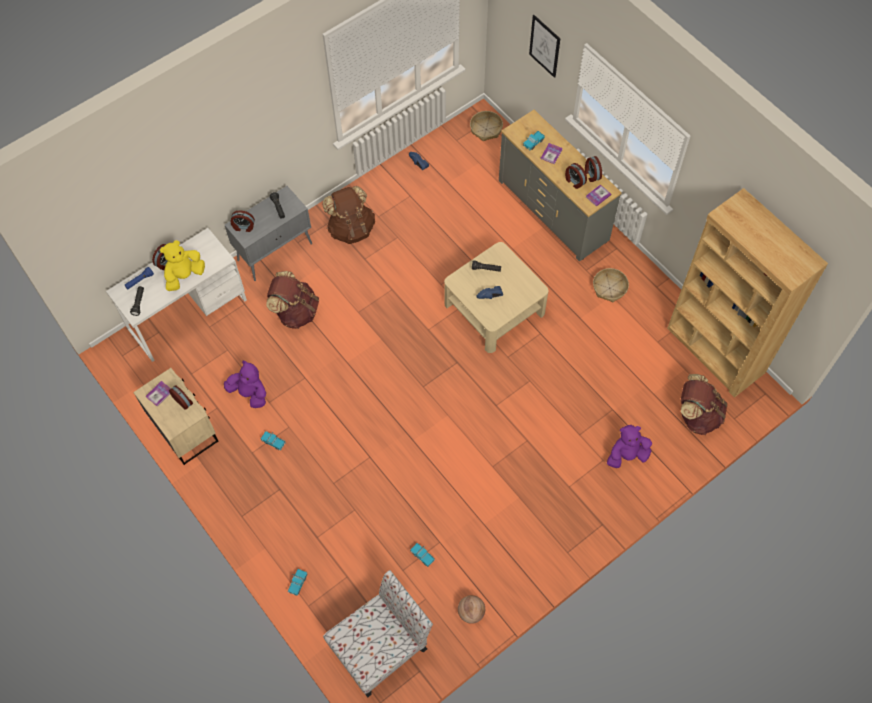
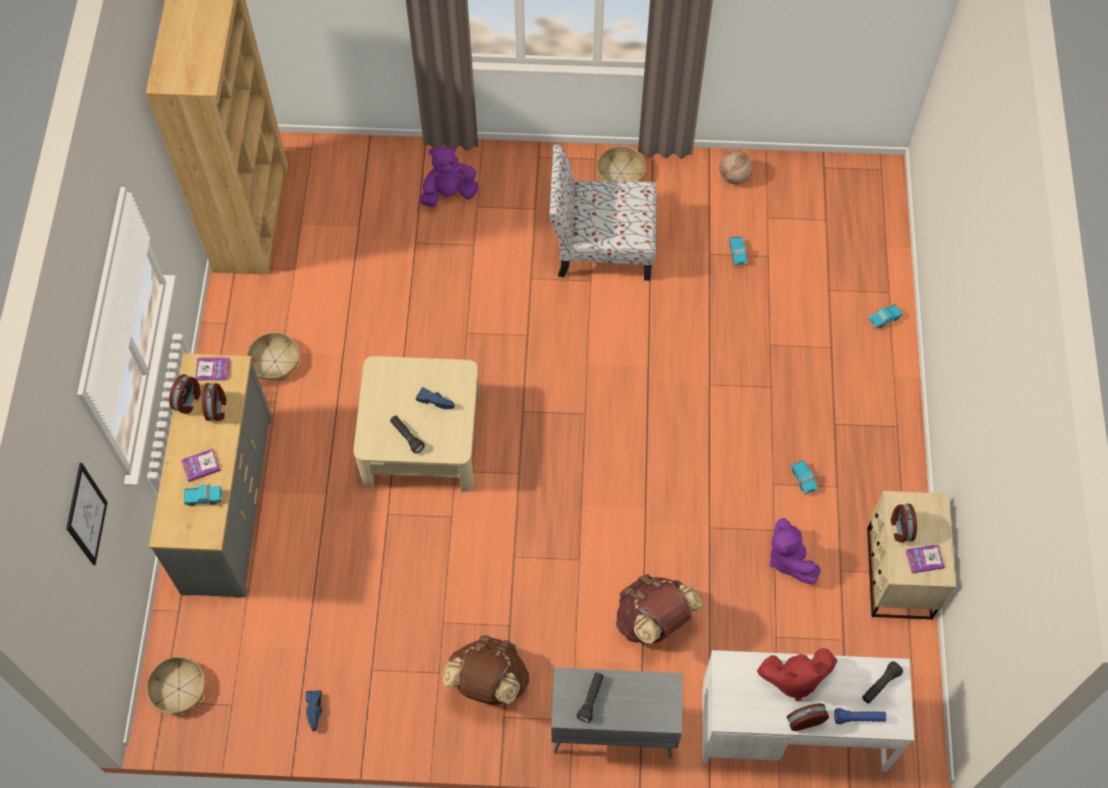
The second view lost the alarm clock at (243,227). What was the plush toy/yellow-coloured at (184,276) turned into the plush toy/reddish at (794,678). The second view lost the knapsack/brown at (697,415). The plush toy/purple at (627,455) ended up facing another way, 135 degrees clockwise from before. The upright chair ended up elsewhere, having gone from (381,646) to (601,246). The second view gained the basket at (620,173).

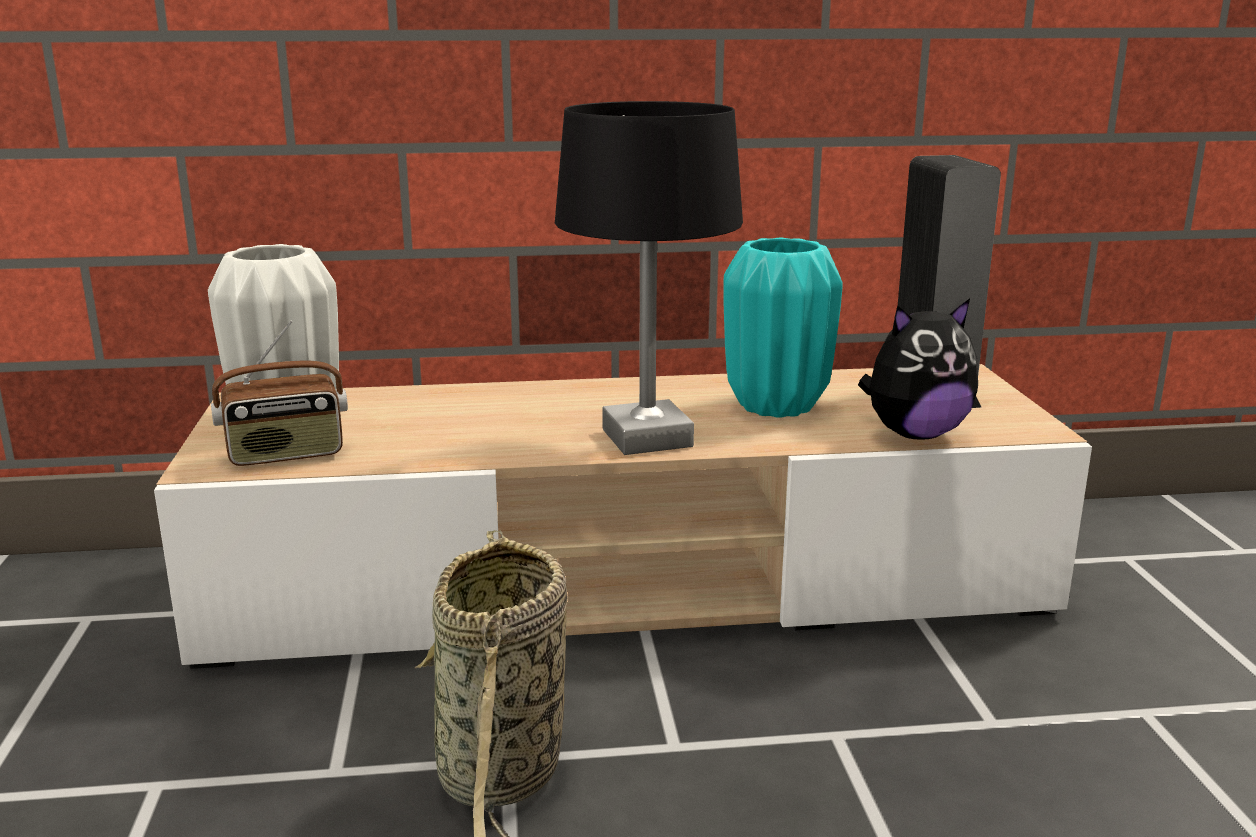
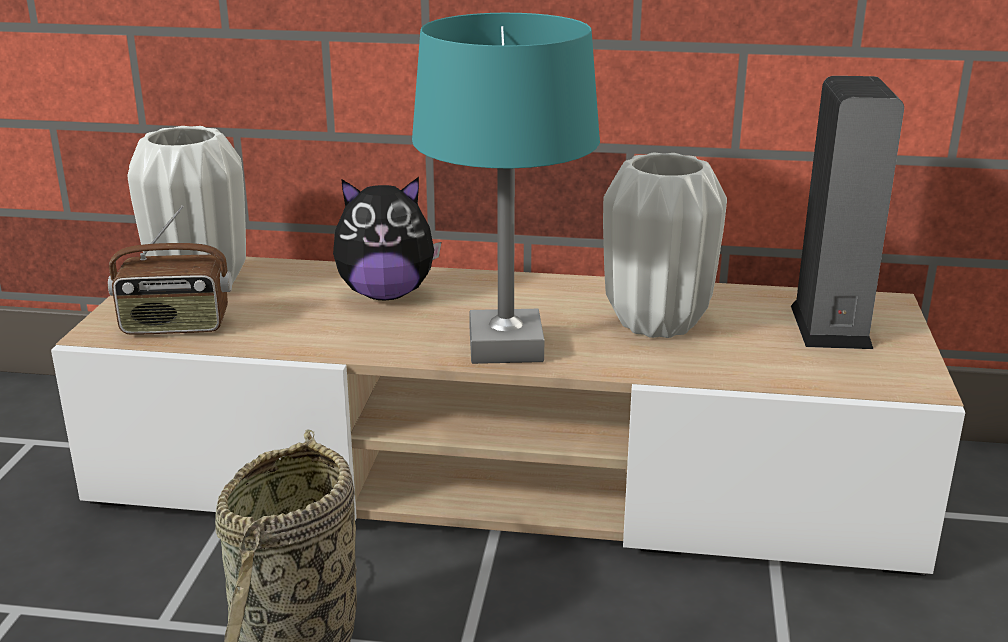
What was the tabletop lamp/blackish at (646,438) turned into the tabletop lamp/turquoise-coloured at (504,347). What was the decorative vase/turquoise-coloured at (776,405) turned into the decorative vase/white-coloured at (657,322). The plush toy ended up elsewhere, having gone from (915,434) to (386,294).

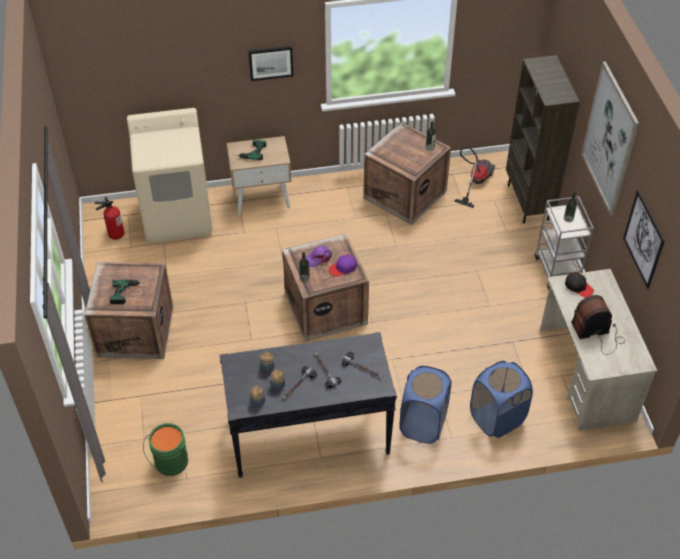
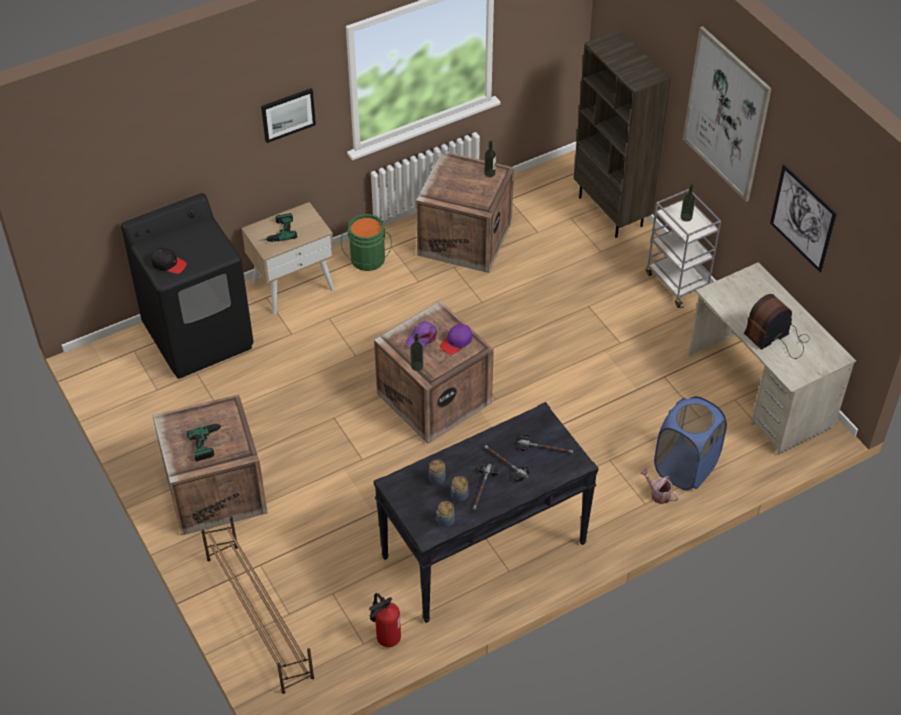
What was the laundry appliance/beige at (178,216) turned into the laundry appliance/blackish at (199,336). The second view lost the vacuum cleaner at (475,182). The fire extinguisher ended up elsewhere, having gone from (115,234) to (385,637). The baseball cap/blackish ended up elsewhere, having gone from (578,287) to (168,264). The second view lost the washing basket/blue at (423,424). The pail/greenish ended up elsewhere, having gone from (170,463) to (367,260). The second view gained the sprinkling can at (658,494). The second view gained the shoe rack/brown at (259,616).

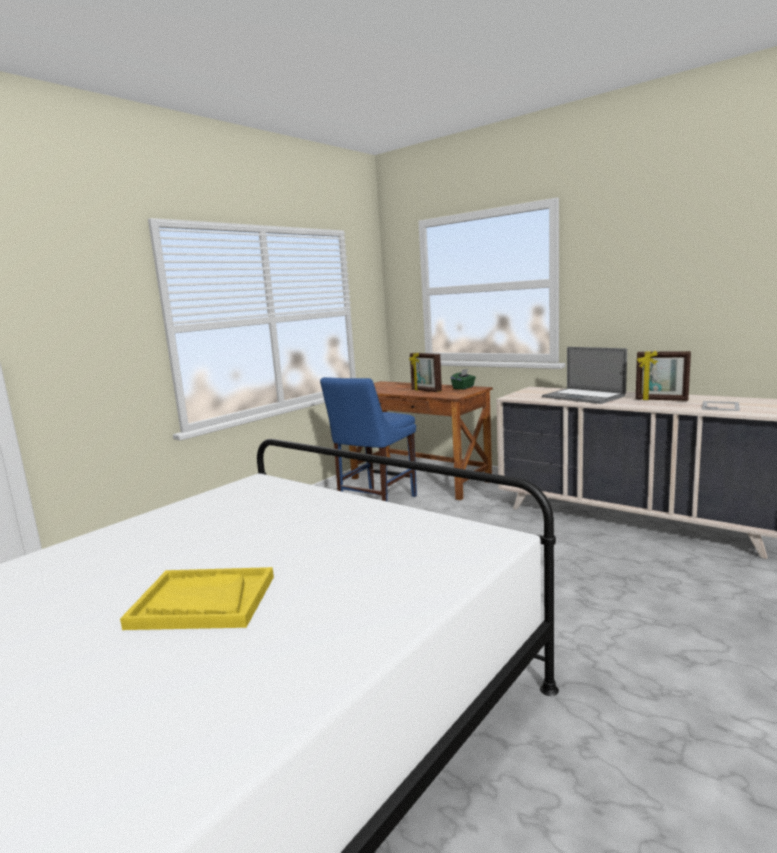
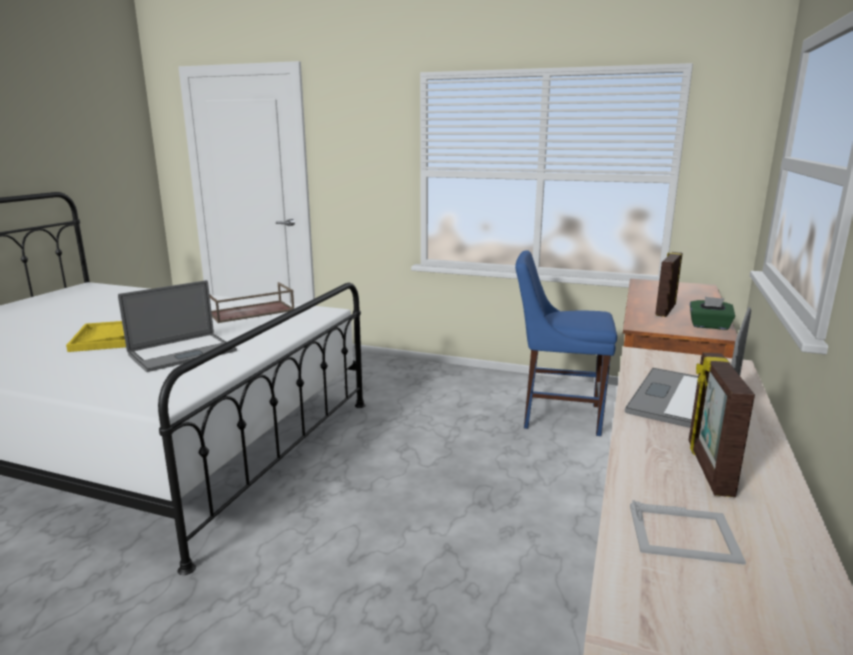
The second view gained the laptop at (182,353). The second view gained the serving tray/brown at (250,312).

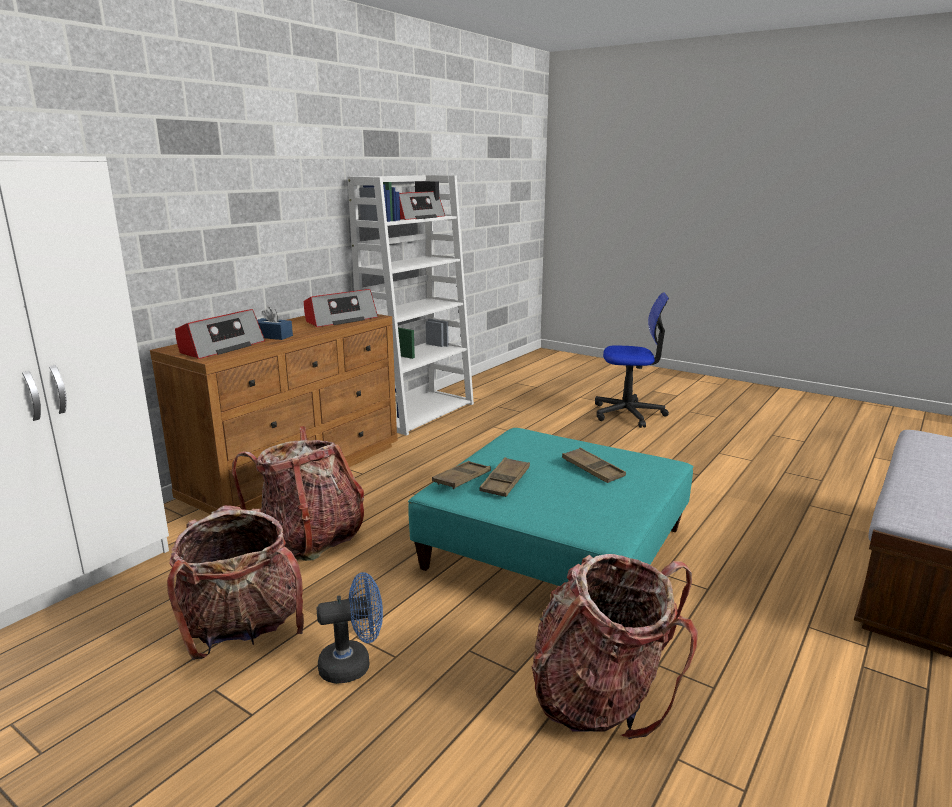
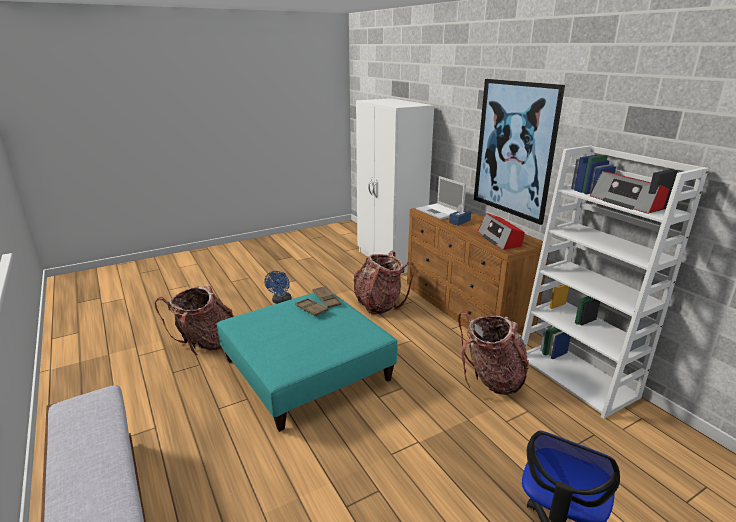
Where the radio receiver stood at (221,347), the laptop came to stand at (440,212). The second view lost the serving tray/brown at (593,470). The knapsack ended up elsewhere, having gone from (243,632) to (491,380). The second view gained the wall art at (514,149).

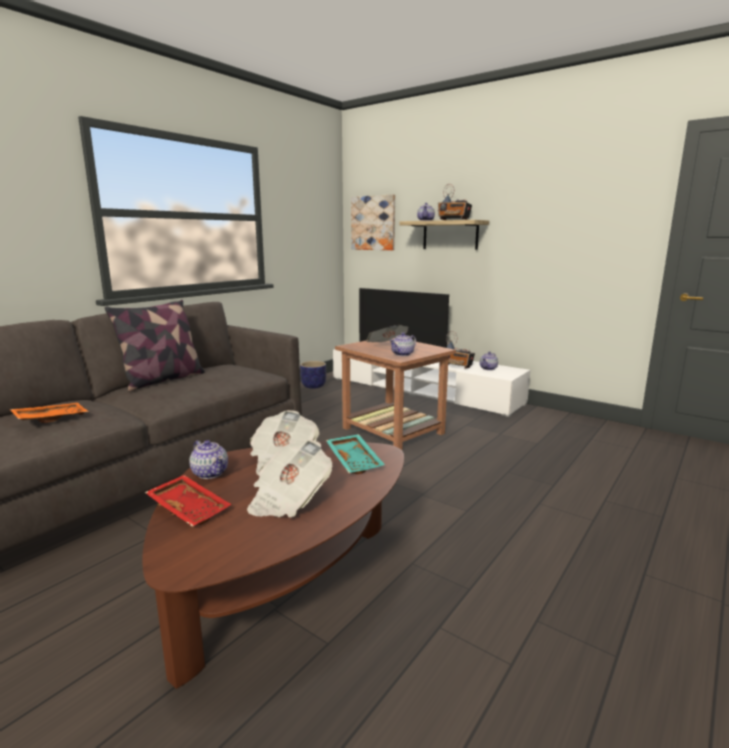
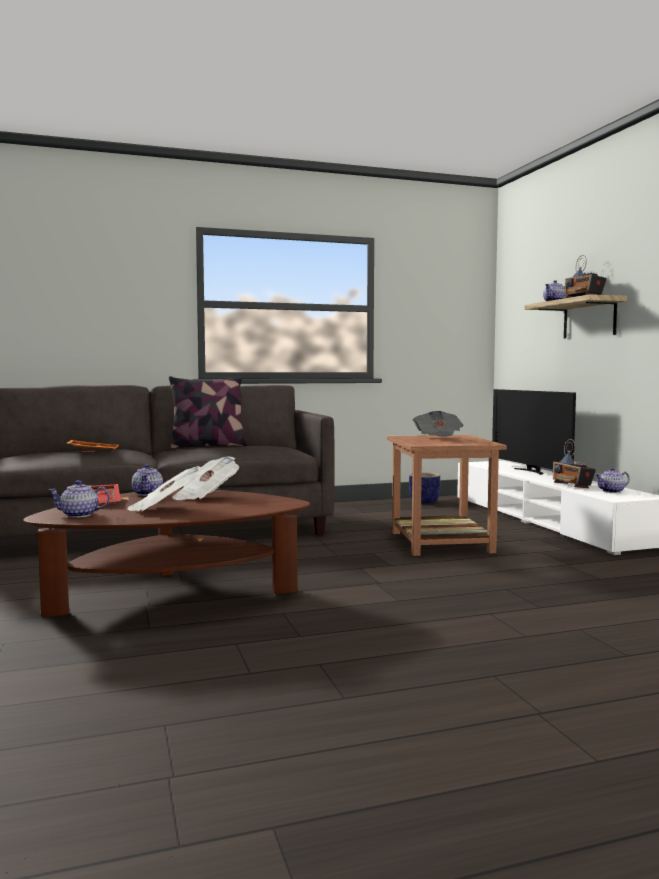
The second view lost the wall art at (373,223). The pot for tea ended up elsewhere, having gone from (403,354) to (80,515). The second view lost the serving tray/turquoise-coloured at (355,461).

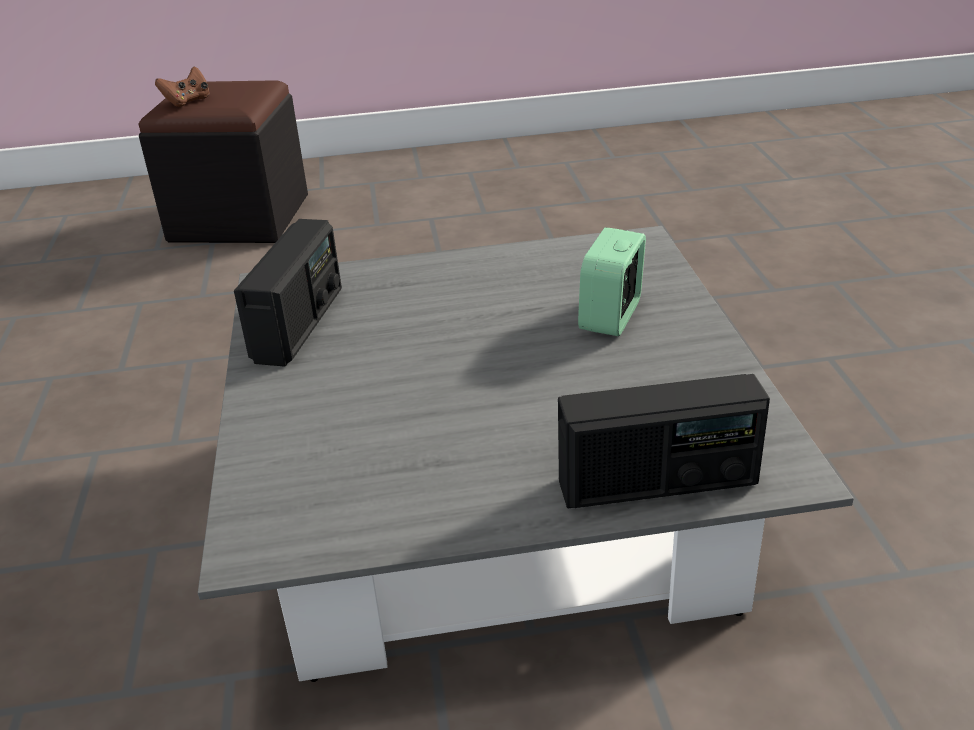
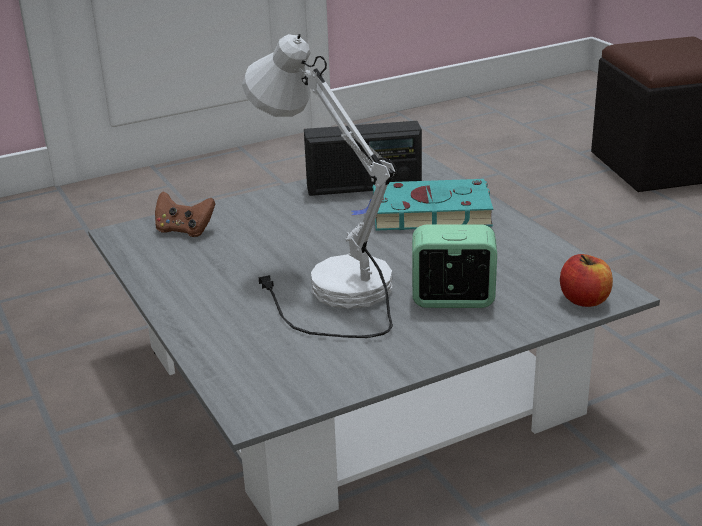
The gamepad/brown ended up elsewhere, having gone from (188,101) to (184,230). The second view lost the radio receiver at (658,483). The second view gained the tabletop lamp/white-coloured at (323,292). The second view gained the volume/turquoise-coloured at (426,213). The second view gained the apple at (584,300).

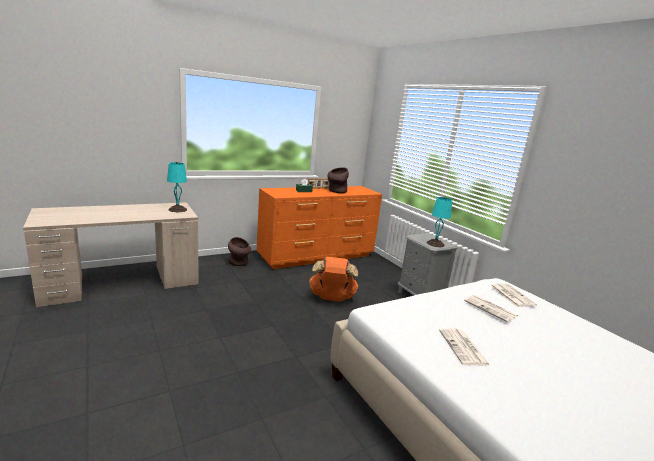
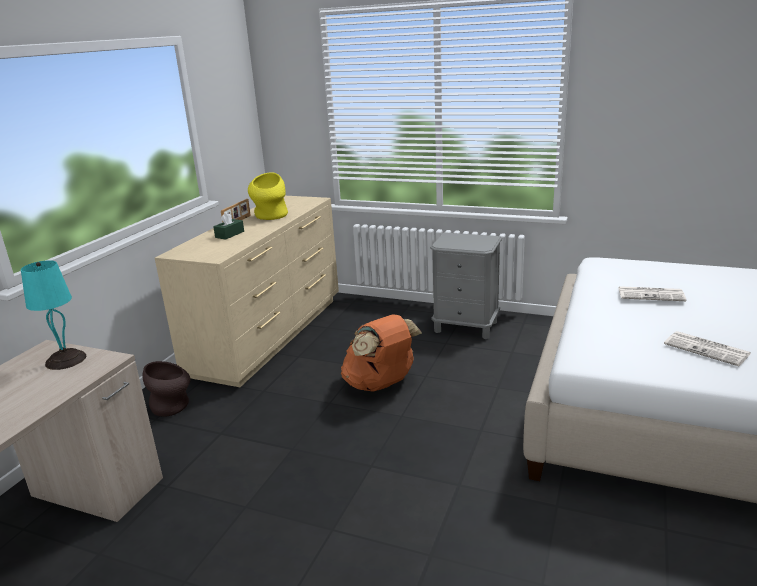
What was the decorative vase/brown at (336,191) turned into the decorative vase/yellow-coloured at (270,217). What was the dresser/orange-coloured at (317,256) turned into the dresser/beige at (270,335). The second view lost the tabletop lamp/turquoise-coloured at (435,244). The second view lost the newspaper at (511,295).

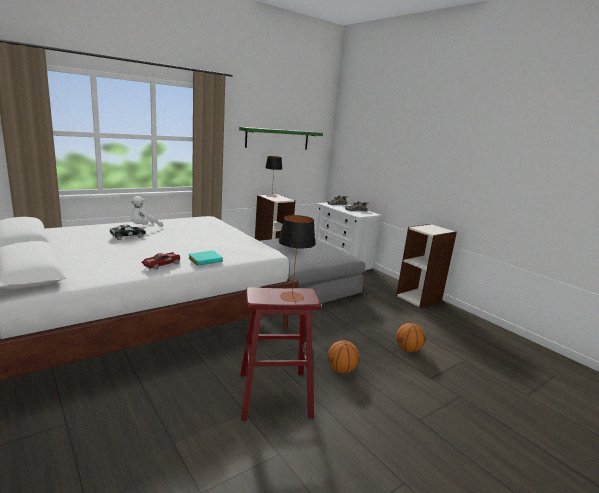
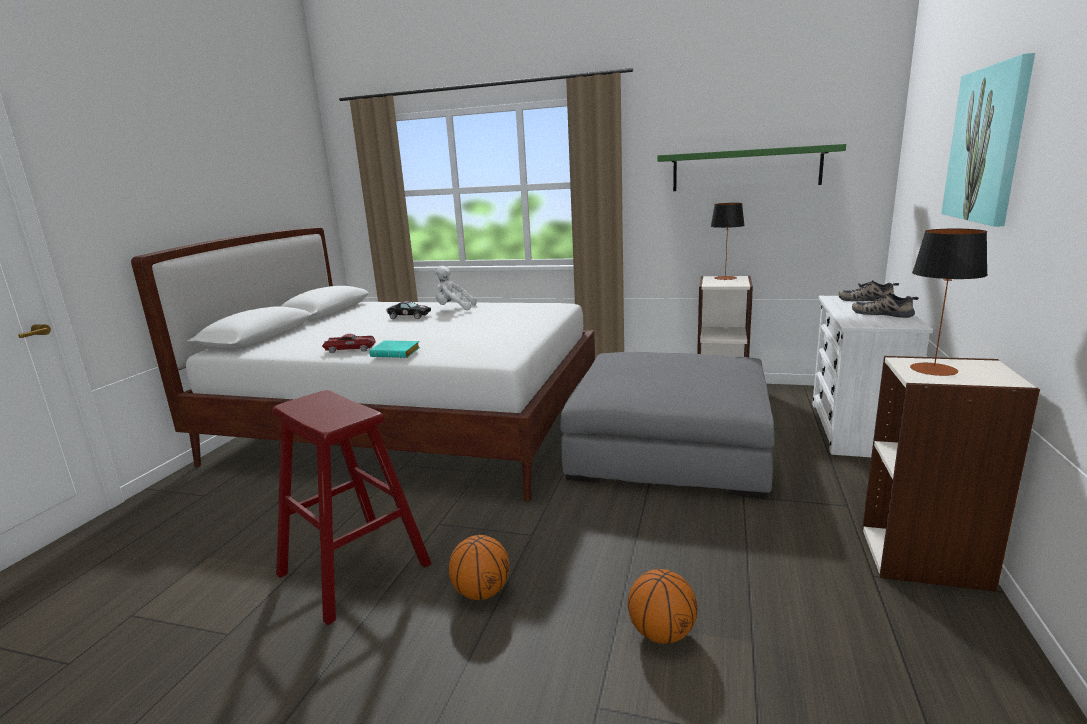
The tabletop lamp ended up elsewhere, having gone from (292,296) to (934,369). The second view gained the wall art at (986,145).

